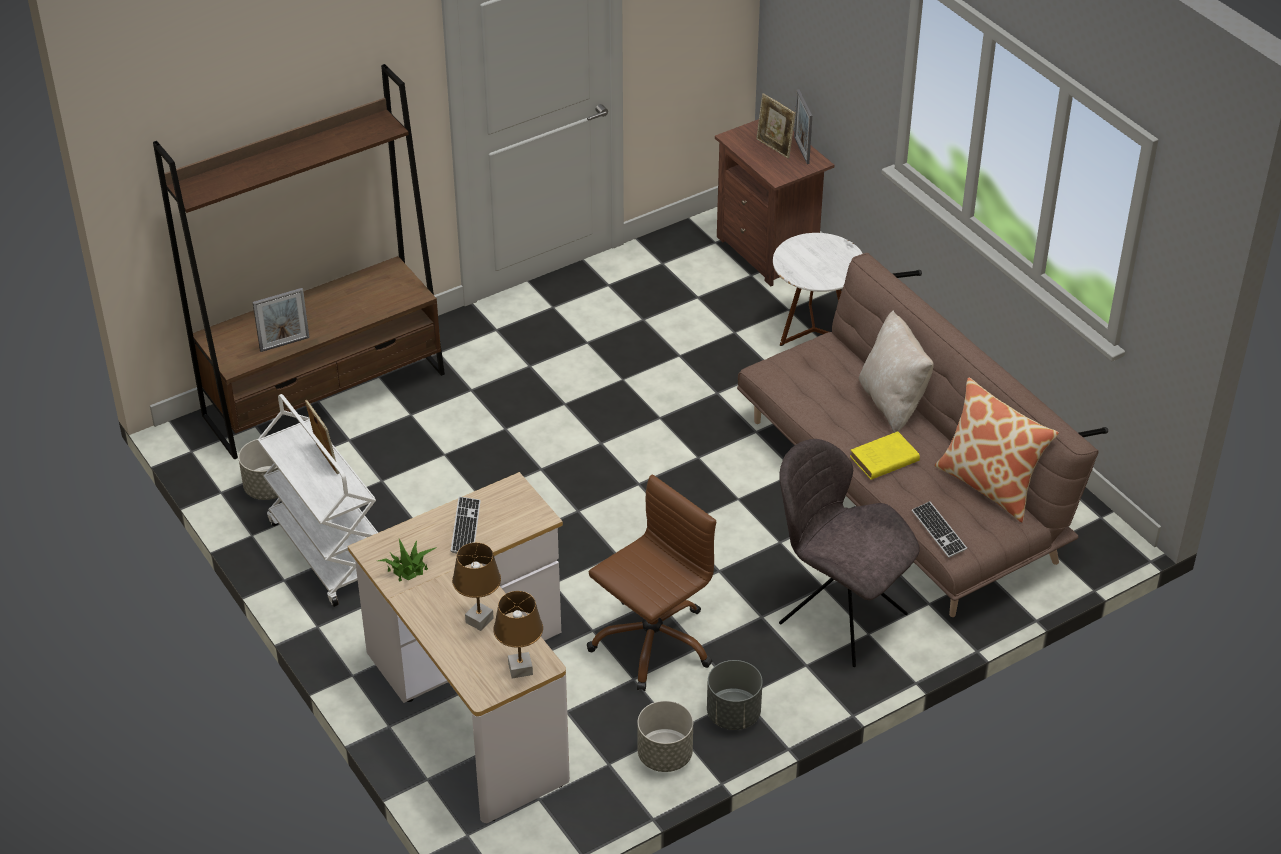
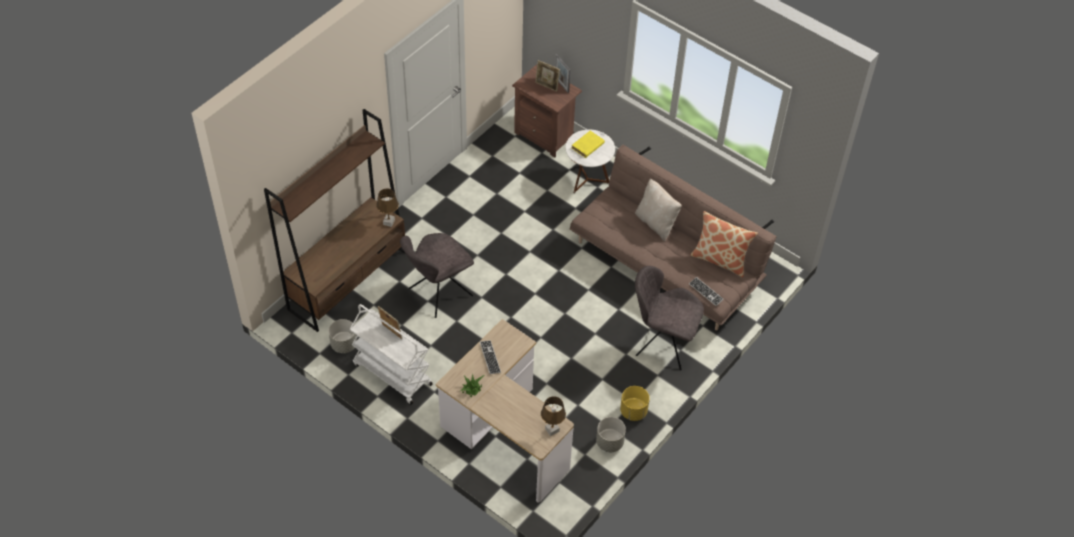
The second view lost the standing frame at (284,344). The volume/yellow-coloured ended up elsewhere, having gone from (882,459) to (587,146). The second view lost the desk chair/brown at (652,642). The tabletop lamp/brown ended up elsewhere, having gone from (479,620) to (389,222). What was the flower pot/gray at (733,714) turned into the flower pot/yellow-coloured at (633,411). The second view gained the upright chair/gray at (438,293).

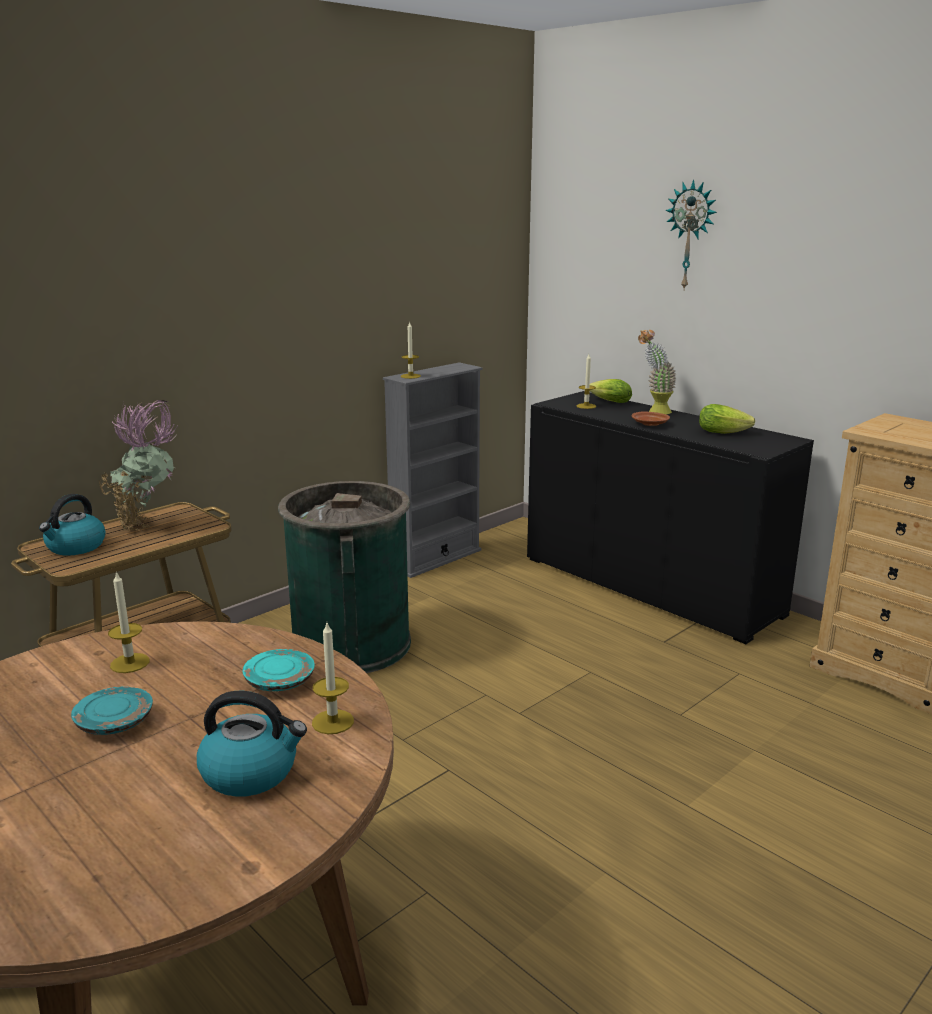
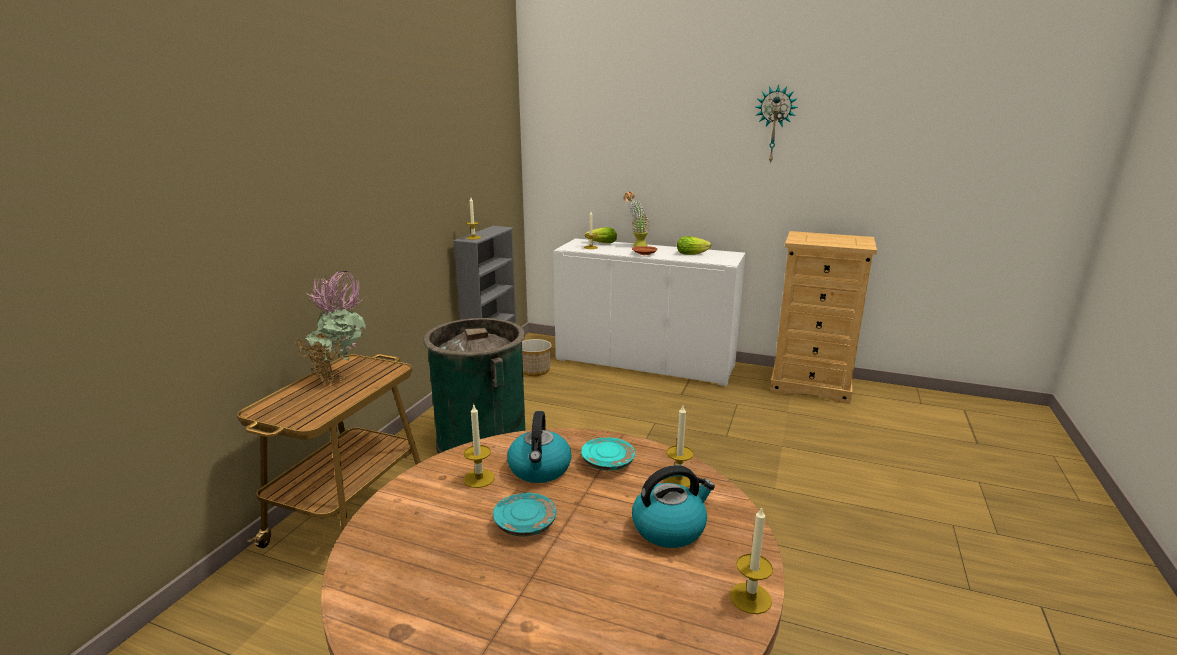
The wall clock ended up elsewhere, having gone from (691,235) to (774,124). What was the storage cabinet/blackish at (649,586) turned into the storage cabinet/white-coloured at (644,362). The tea kettle ended up elsewhere, having gone from (75,547) to (540,469). The second view gained the flower pot at (535,370). The second view gained the wax candle at (750,598).

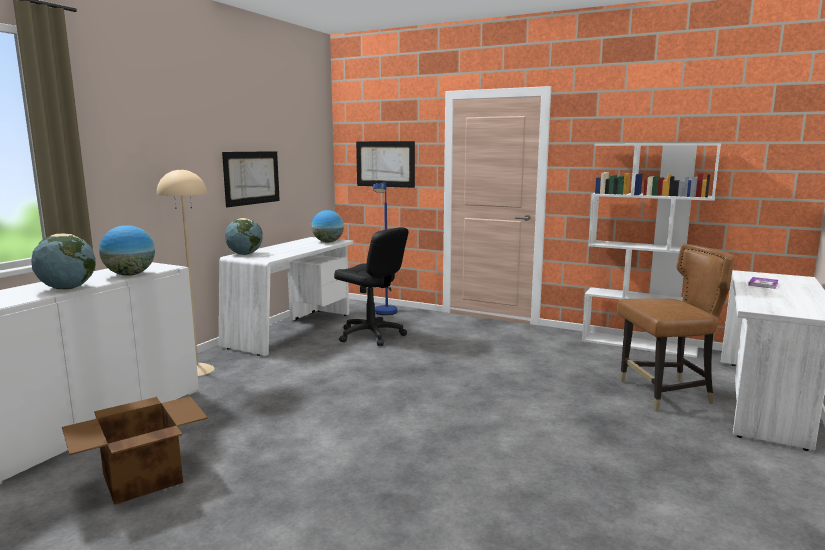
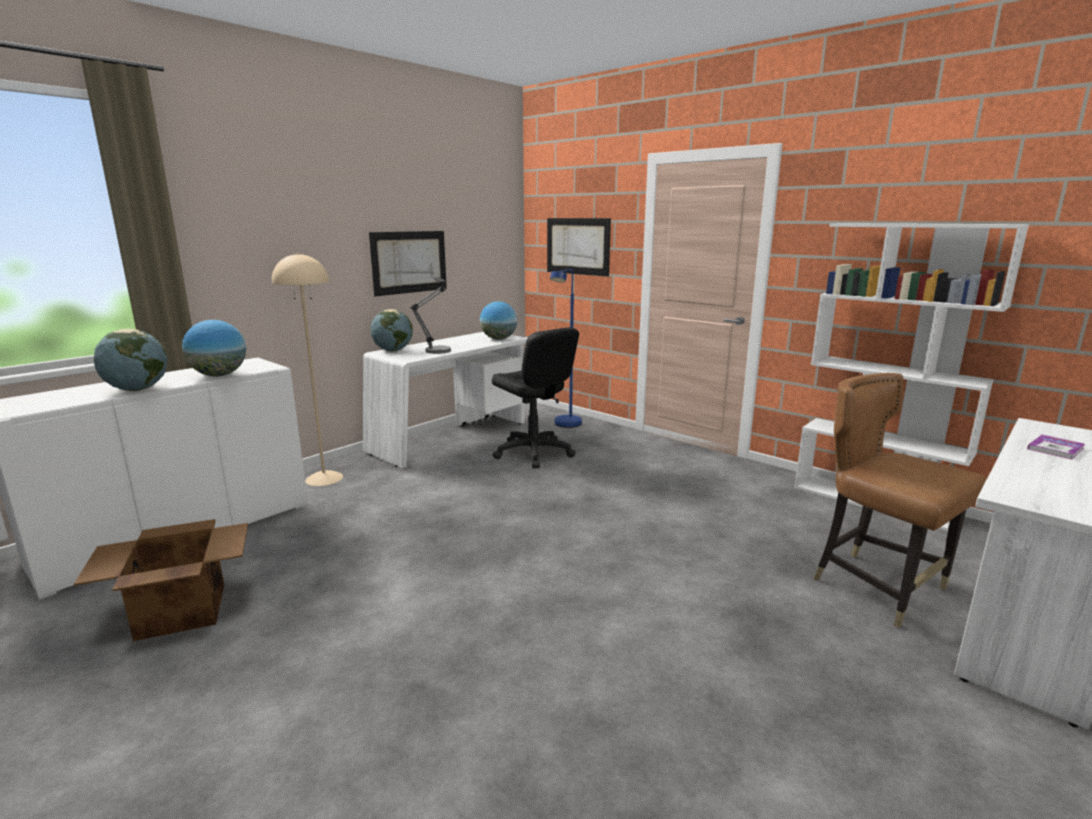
The upright chair/brown at (666,393) ended up facing another way, 135 degrees counterclockwise from before. The second view gained the tabletop lamp at (438,349).

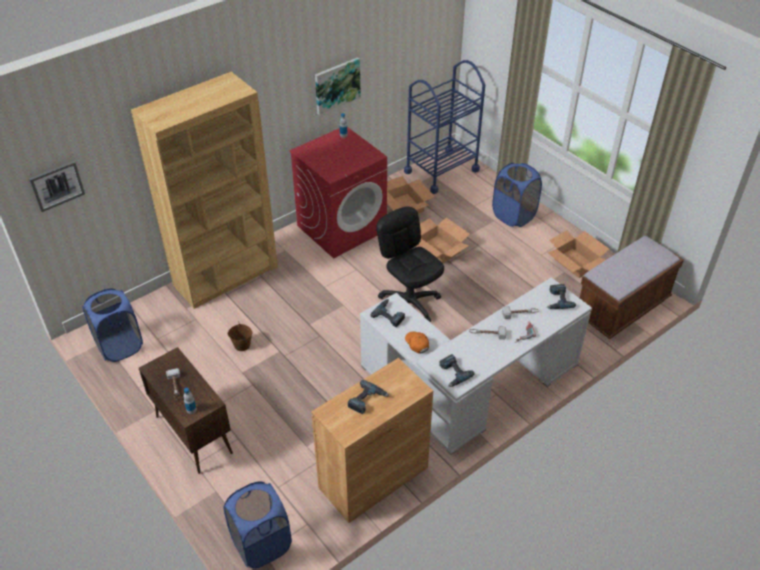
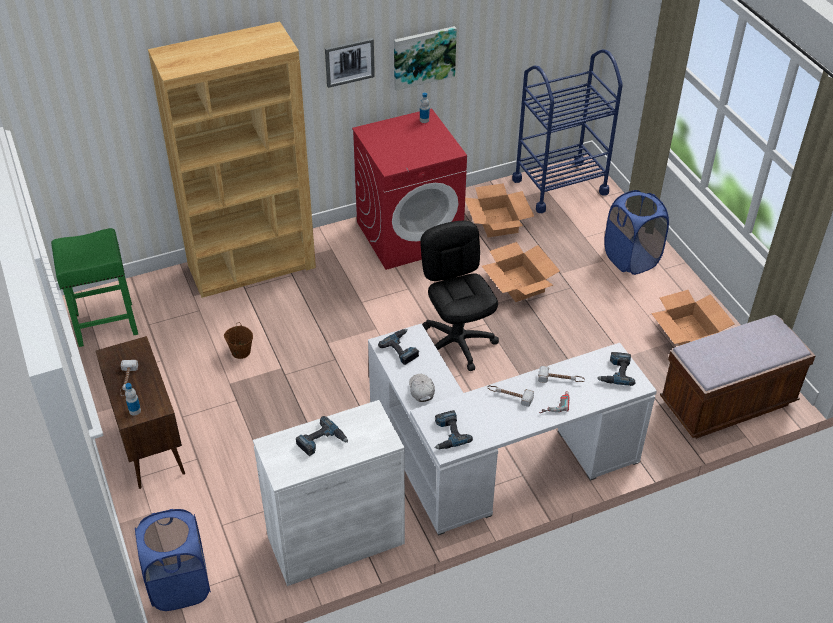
The wall art ended up elsewhere, having gone from (57,185) to (349,62). Where the washing basket/blue stood at (120,346), the stool/greenish came to stand at (104,324). What was the baseball cap/orange-coloured at (417,344) turned into the baseball cap/white-coloured at (421,390). What was the storage cabinet/brown at (373,477) turned into the storage cabinet/white-coloured at (336,540).

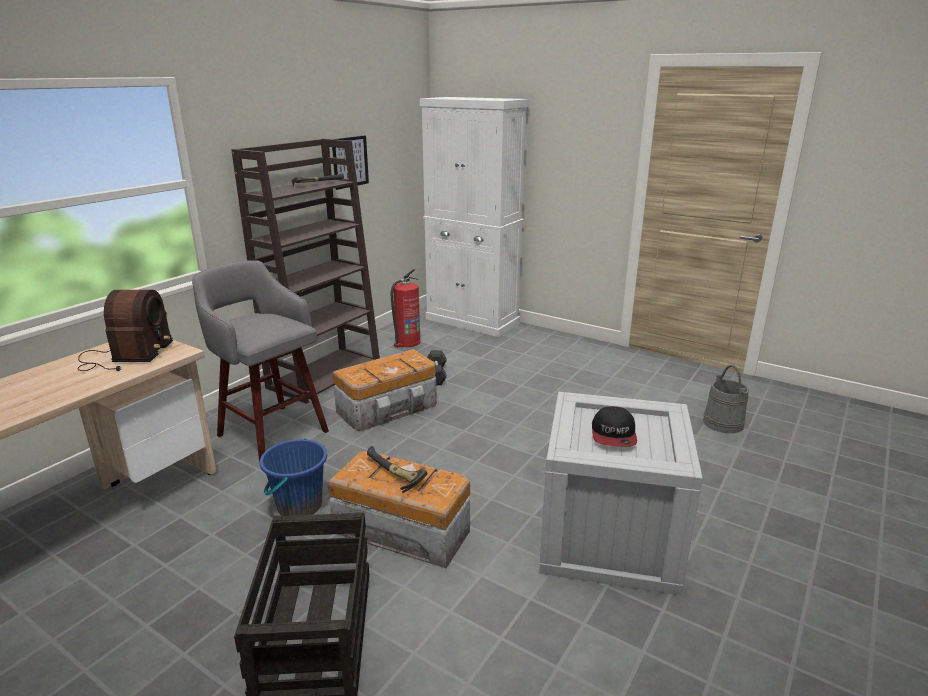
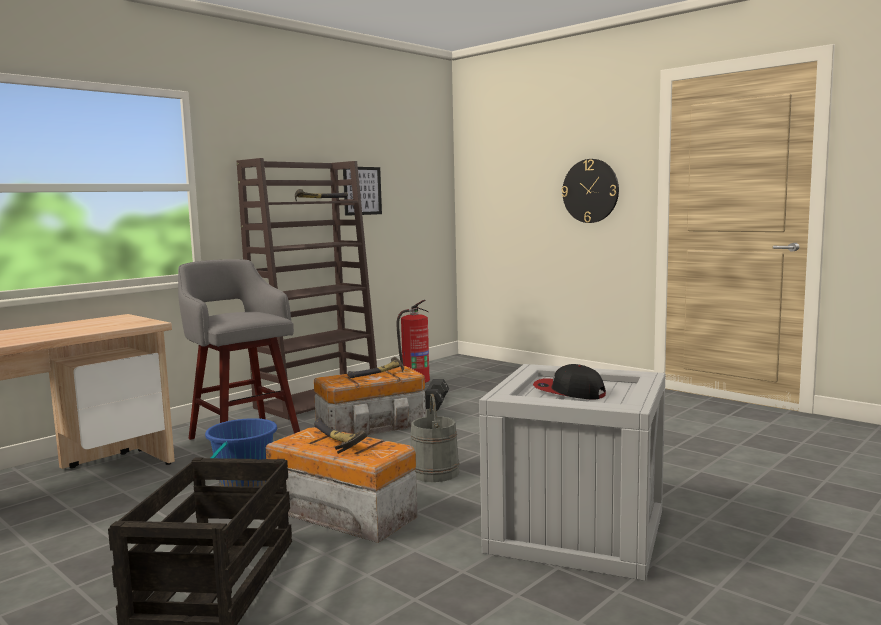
The second view lost the storage cabinet/white-coloured at (472,321). The second view lost the radio receiver at (125,356). The pail/gray ended up elsewhere, having gone from (722,423) to (434,472). The baseball cap at (613,435) ended up facing another way, 105 degrees clockwise from before. The second view gained the wall clock at (590,191). The second view gained the tool hammer at (379,375).

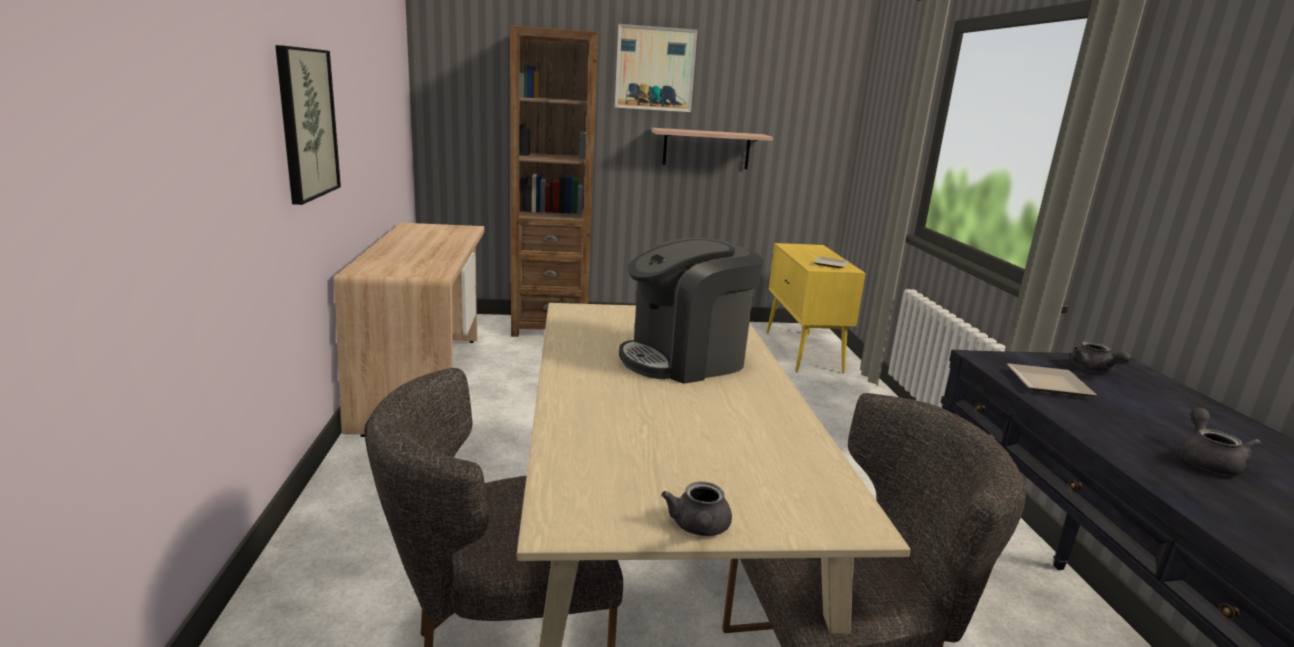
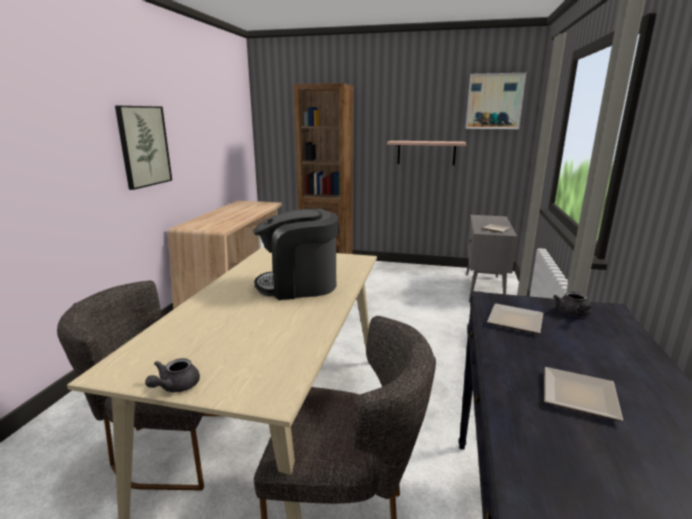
The wall art ended up elsewhere, having gone from (655,69) to (494,101). What was the storage cabinet/yellow-coloured at (803,352) turned into the storage cabinet/gray at (484,289). Where the pot for tea/gray stood at (1207,461), the flat dish came to stand at (576,394).

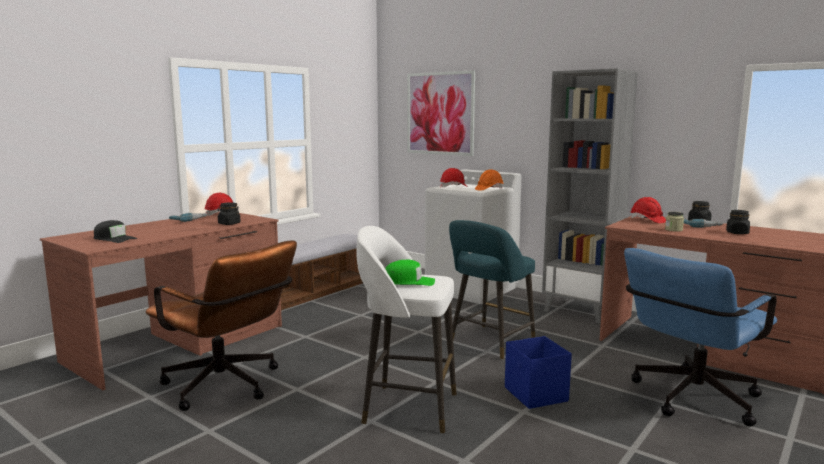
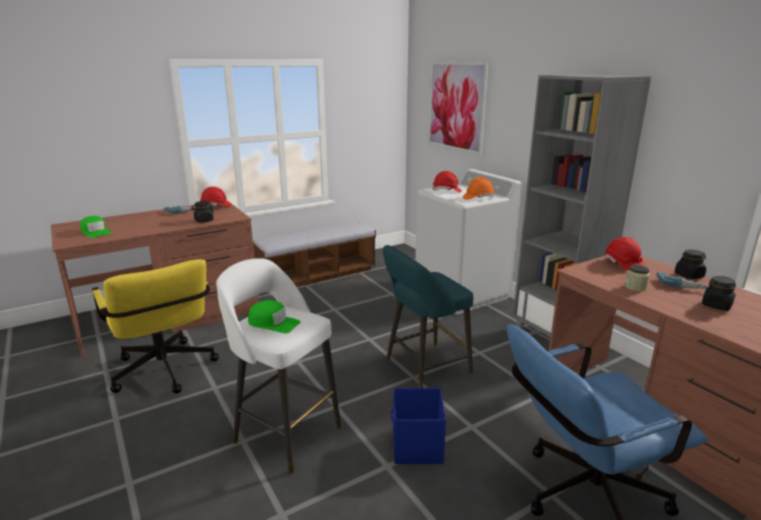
What was the baseball cap/blackish at (114,239) turned into the baseball cap/greenish at (95,232). What was the desk chair/brown at (228,387) turned into the desk chair/yellow-coloured at (166,373).

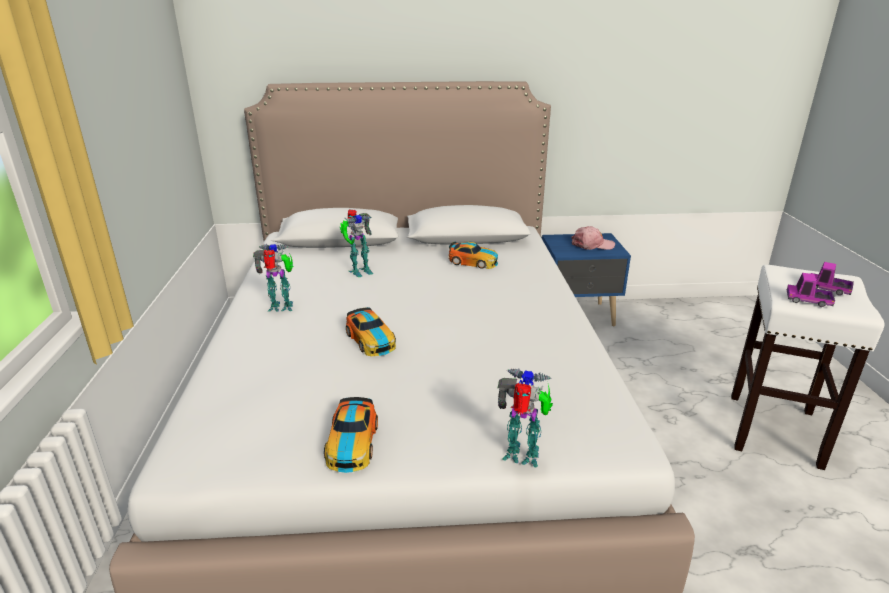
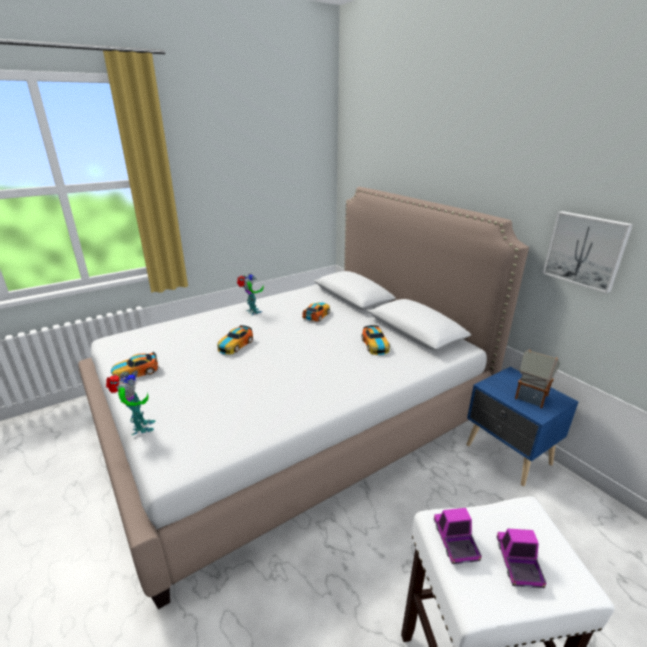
Where the model robot stood at (359,271), the miniature car came to stand at (316,315). Where the baseball cap/pink-coloured stood at (592,245), the miniature house came to stand at (530,396). The second view gained the wall art at (585,250).

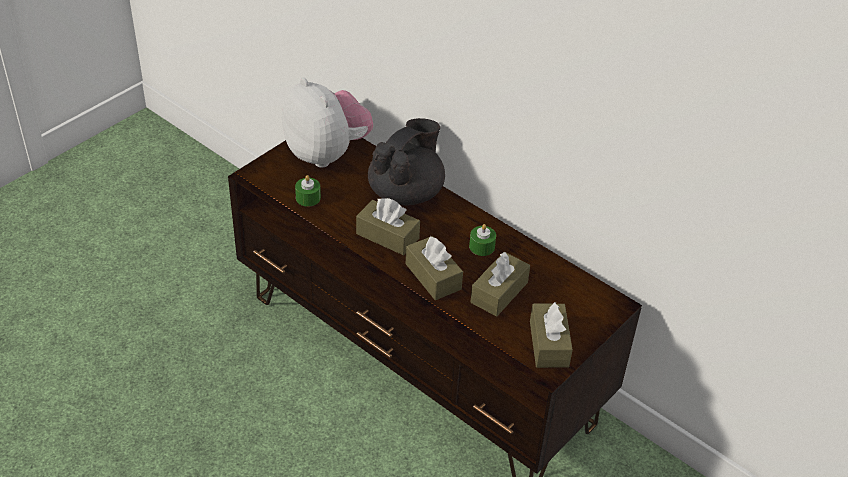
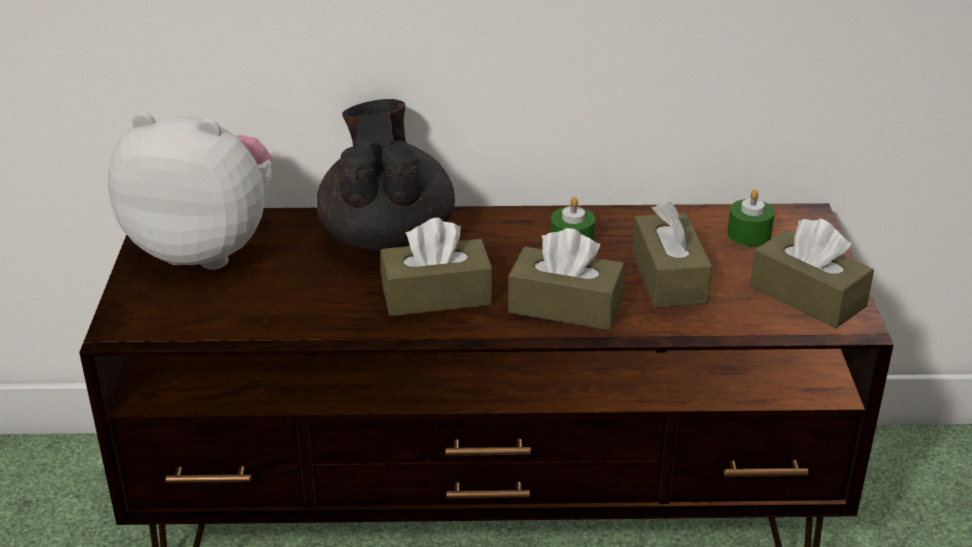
The wax candle/greenish ended up elsewhere, having gone from (308,198) to (749,234).

